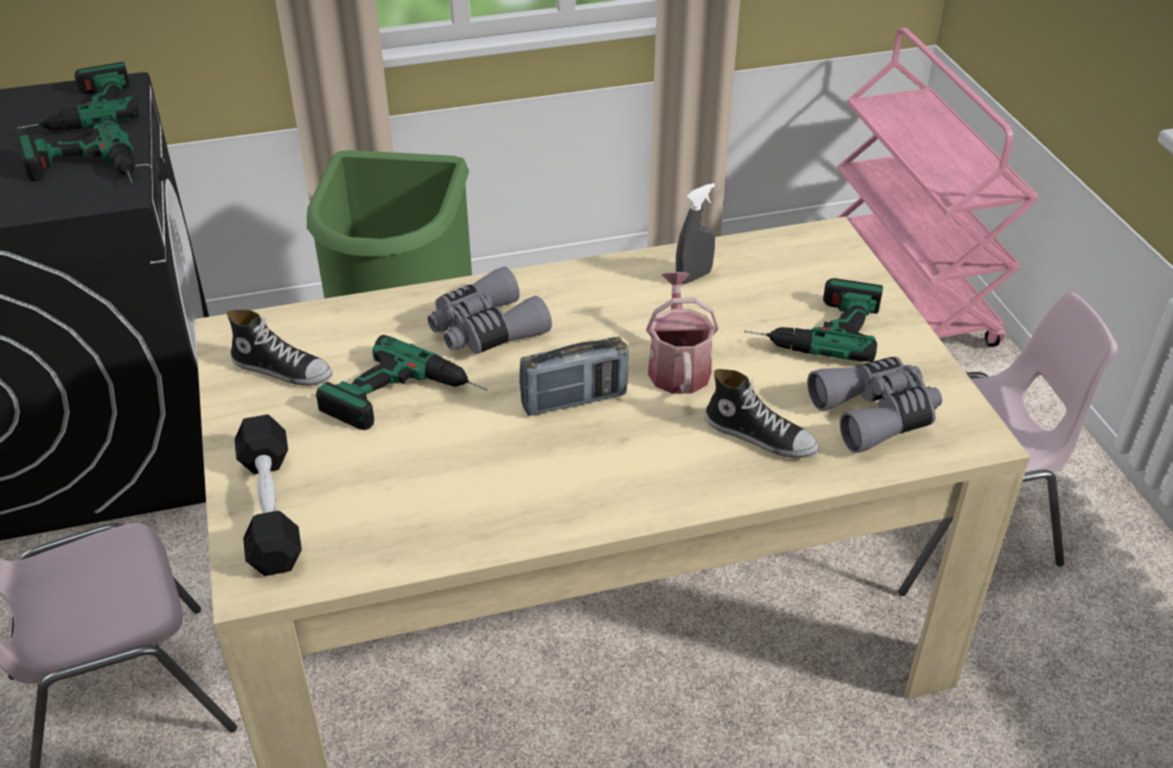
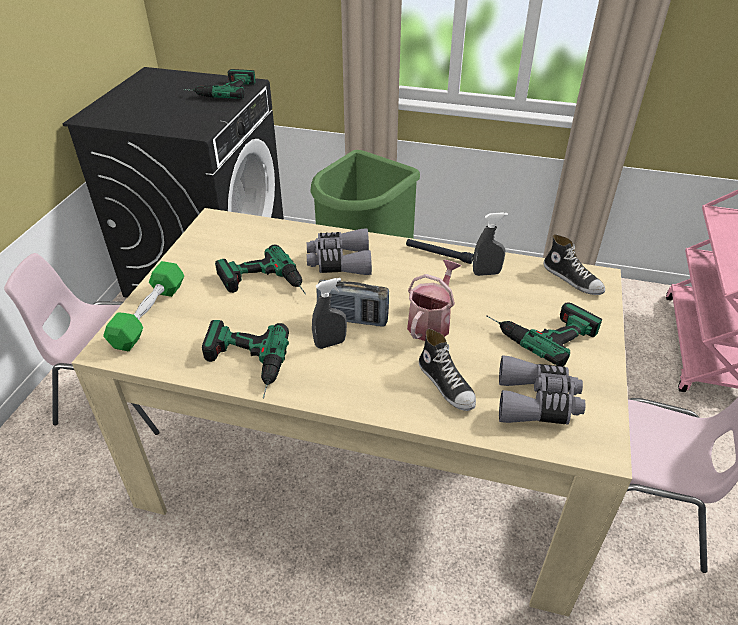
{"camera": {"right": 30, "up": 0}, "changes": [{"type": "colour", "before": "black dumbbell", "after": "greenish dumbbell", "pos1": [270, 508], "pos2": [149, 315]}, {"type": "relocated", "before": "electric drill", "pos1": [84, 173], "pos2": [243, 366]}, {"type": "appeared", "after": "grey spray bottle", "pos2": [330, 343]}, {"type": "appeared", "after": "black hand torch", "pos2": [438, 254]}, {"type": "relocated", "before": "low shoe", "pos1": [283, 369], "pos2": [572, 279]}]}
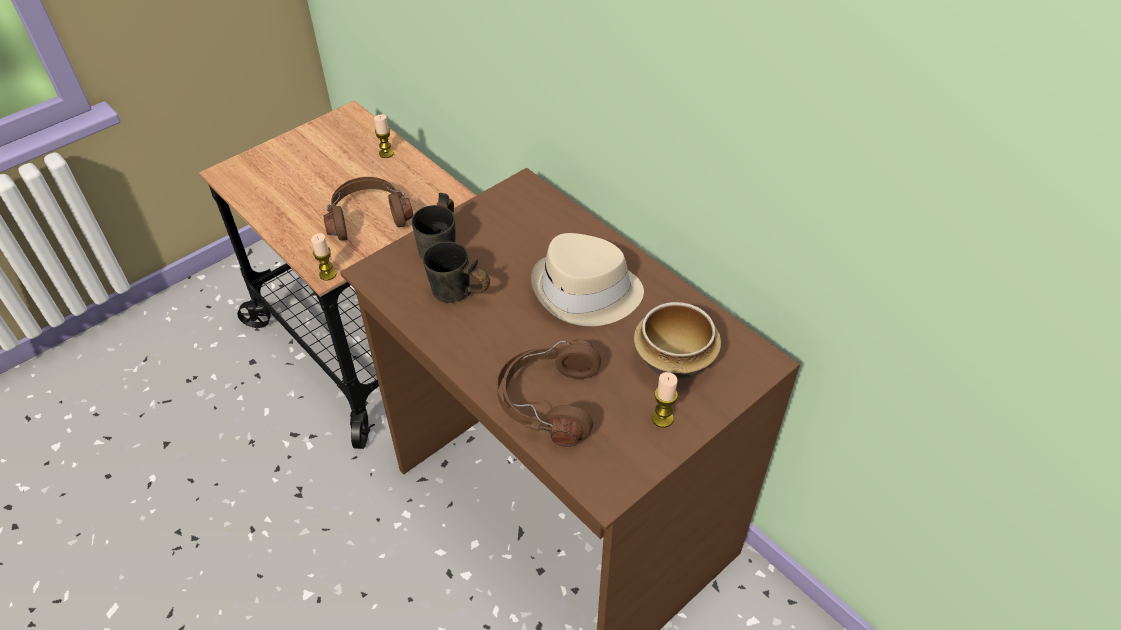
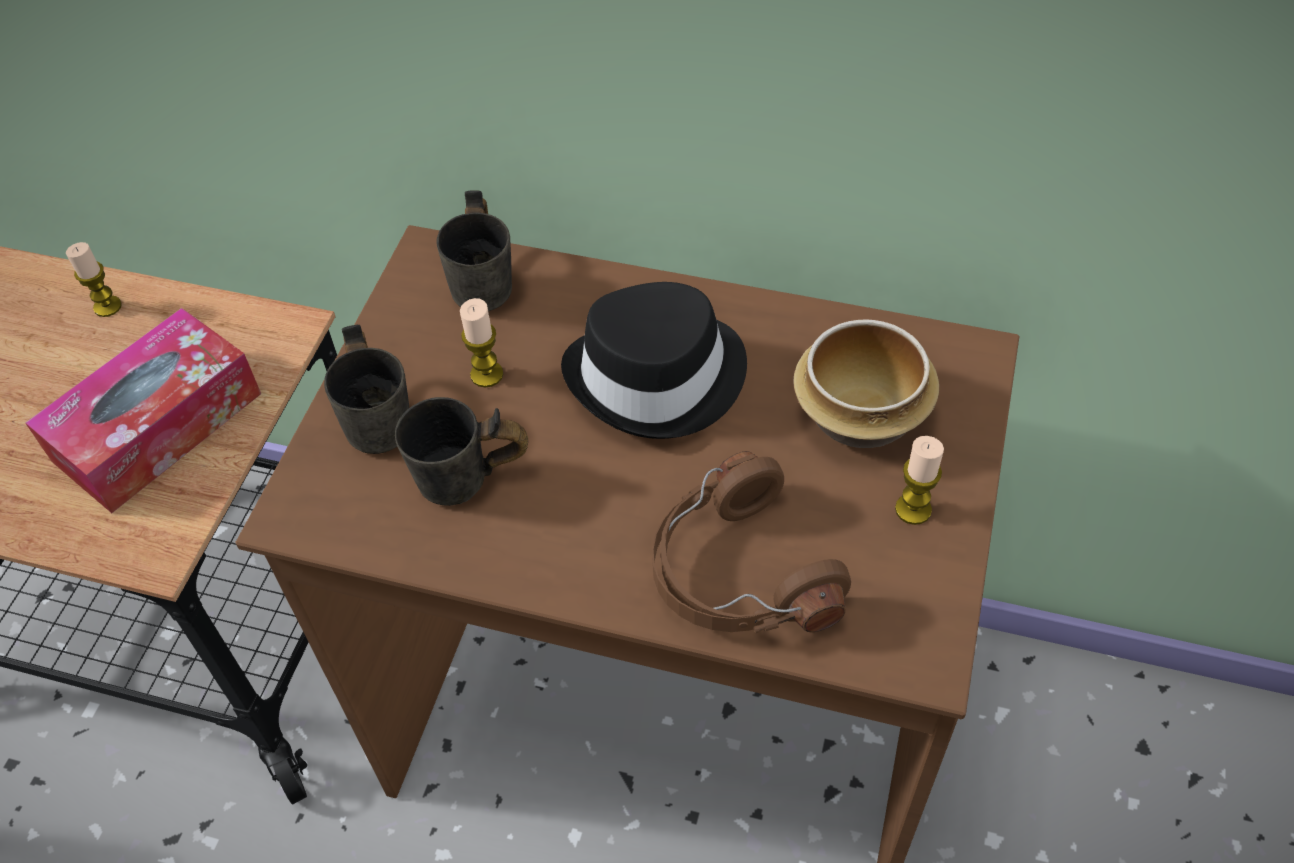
{"camera": {"right": -30, "up": 5}, "changes": [{"type": "exchanged", "before": "brown pair of headphones", "after": "tissue box", "pos1": [368, 217], "pos2": [158, 427]}, {"type": "appeared", "after": "grey coffee mug", "pos2": [490, 282]}, {"type": "relocated", "before": "candle", "pos1": [328, 274], "pos2": [486, 374]}, {"type": "colour", "before": "beige wearable hat", "after": "black wearable hat", "pos1": [586, 293], "pos2": [658, 378]}]}
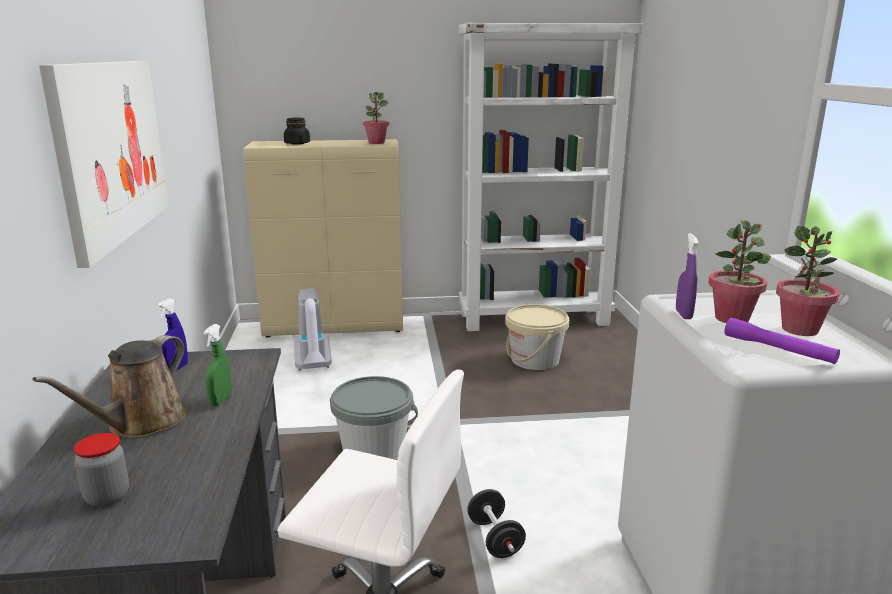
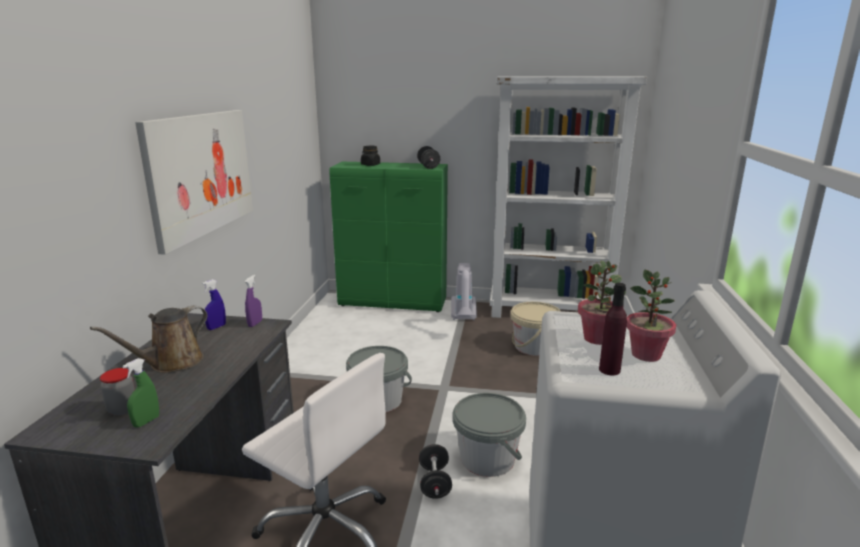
{"camera": {"right": 15, "up": 0}, "changes": [{"type": "relocated", "before": "greenish spray bottle", "pos1": [221, 400], "pos2": [146, 421]}, {"type": "relocated", "before": "purple-coloured spray bottle", "pos1": [683, 314], "pos2": [255, 323]}, {"type": "colour", "before": "beige cupboard", "after": "greenish cupboard", "pos1": [335, 326], "pos2": [394, 303]}, {"type": "exchanged", "before": "plant in a pot", "after": "black dumbbell", "pos1": [376, 142], "pos2": [428, 166]}, {"type": "relocated", "before": "hoover", "pos1": [314, 369], "pos2": [464, 320]}, {"type": "appeared", "after": "grey water bucket", "pos2": [487, 458]}, {"type": "exchanged", "before": "purple-coloured hand torch", "after": "purple-coloured drink bottle", "pos1": [778, 350], "pos2": [609, 370]}]}
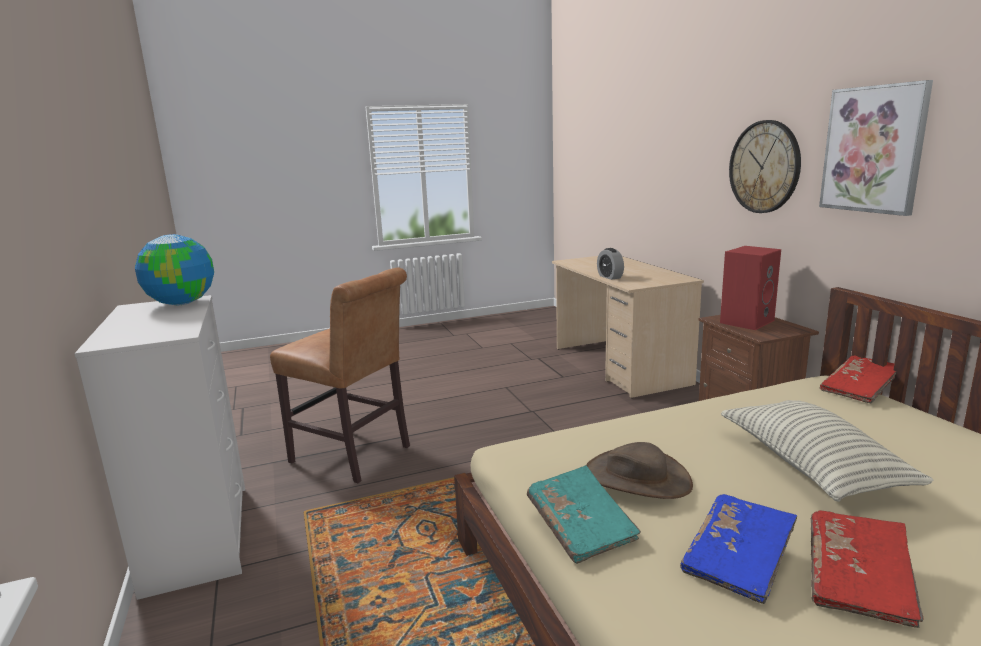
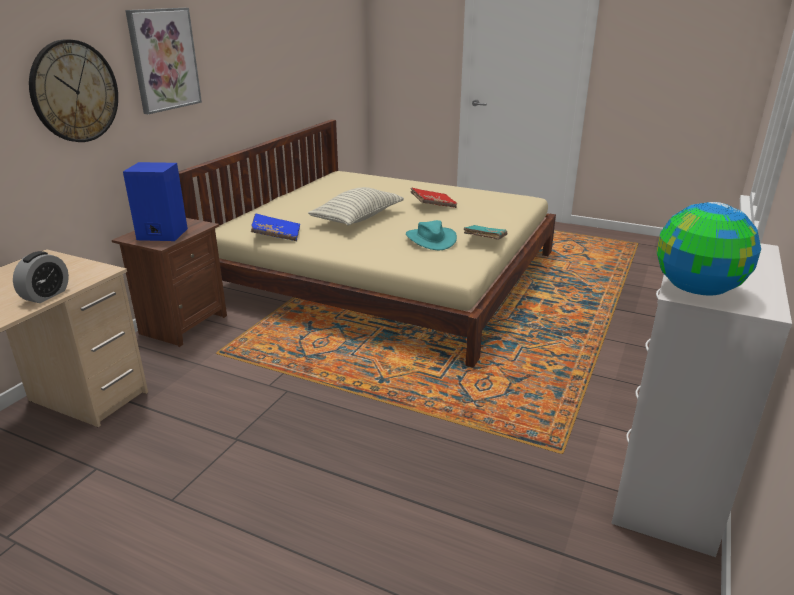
{"camera": {"right": -135, "up": 10}, "changes": [{"type": "colour", "before": "red-coloured speaker", "after": "blue speaker", "pos1": [746, 321], "pos2": [161, 234]}, {"type": "relocated", "before": "blue bound book", "pos1": [738, 561], "pos2": [276, 236]}, {"type": "colour", "before": "brown wearable hat", "after": "blue-green wearable hat", "pos1": [636, 478], "pos2": [430, 239]}, {"type": "missing", "before": "brown chair", "pos1": [355, 456]}, {"type": "missing", "before": "red-coloured bound book", "pos1": [859, 390]}]}
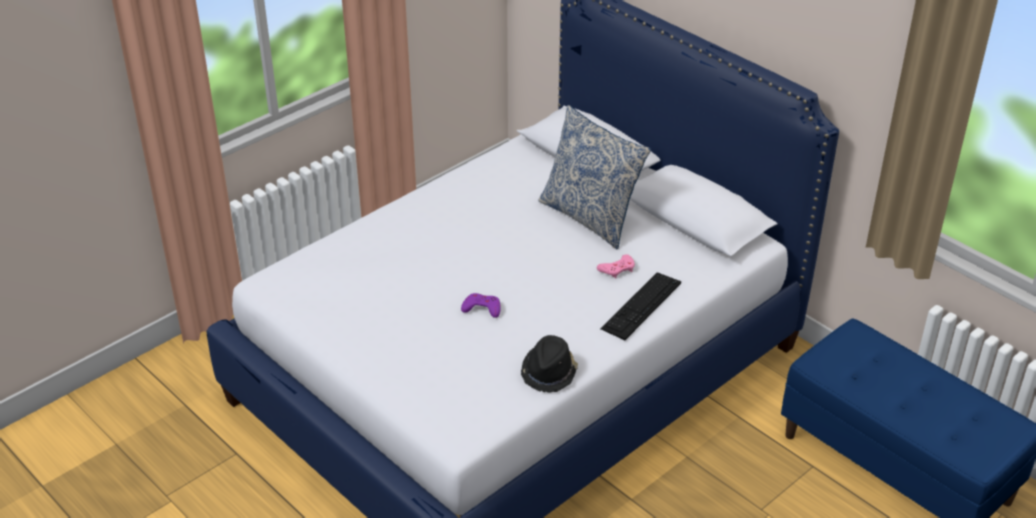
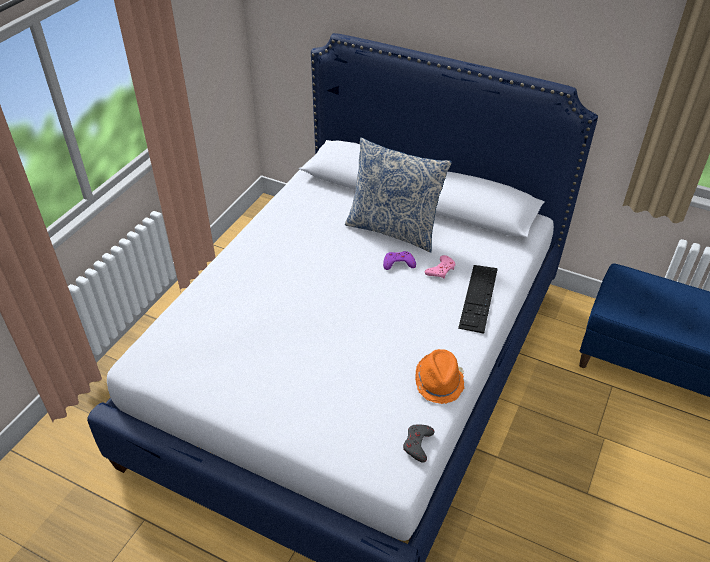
{"camera": {"right": -20, "up": 5}, "changes": [{"type": "relocated", "before": "purple-coloured game controller", "pos1": [482, 308], "pos2": [398, 263]}, {"type": "appeared", "after": "grey game controller", "pos2": [417, 444]}, {"type": "colour", "before": "black wearable hat", "after": "orange wearable hat", "pos1": [549, 372], "pos2": [439, 382]}]}
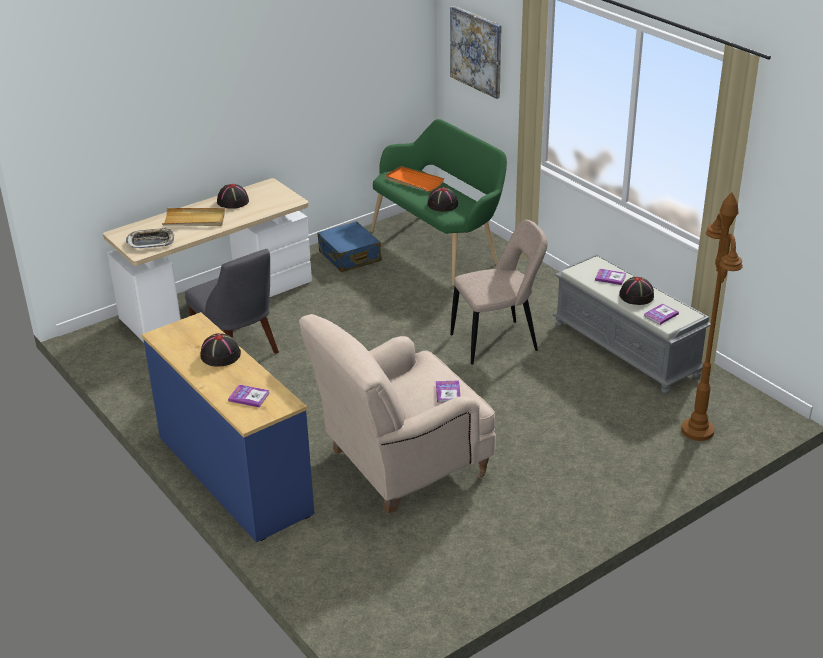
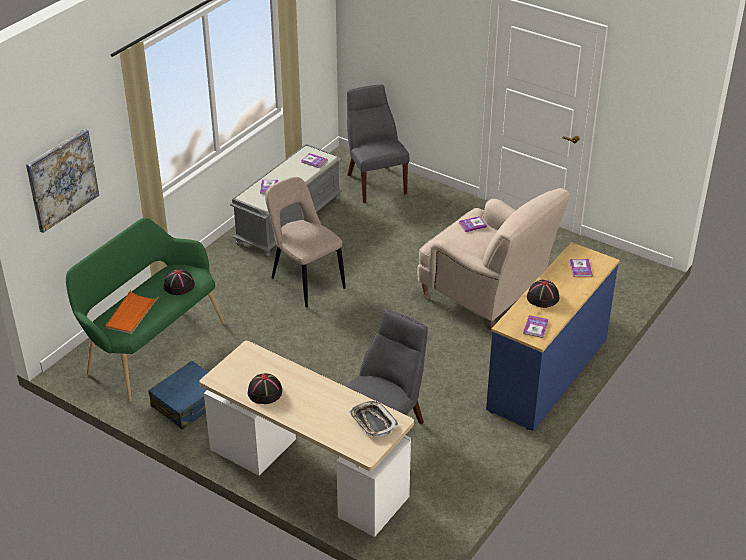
{"camera": {"right": -110, "up": 5}, "changes": [{"type": "exchanged", "before": "brown standing lamp", "after": "grey chair", "pos1": [697, 431], "pos2": [375, 182]}, {"type": "appeared", "after": "bound book", "pos2": [535, 327]}, {"type": "missing", "before": "beige tray", "pos1": [194, 220]}, {"type": "missing", "before": "black wearable hat", "pos1": [636, 296]}]}
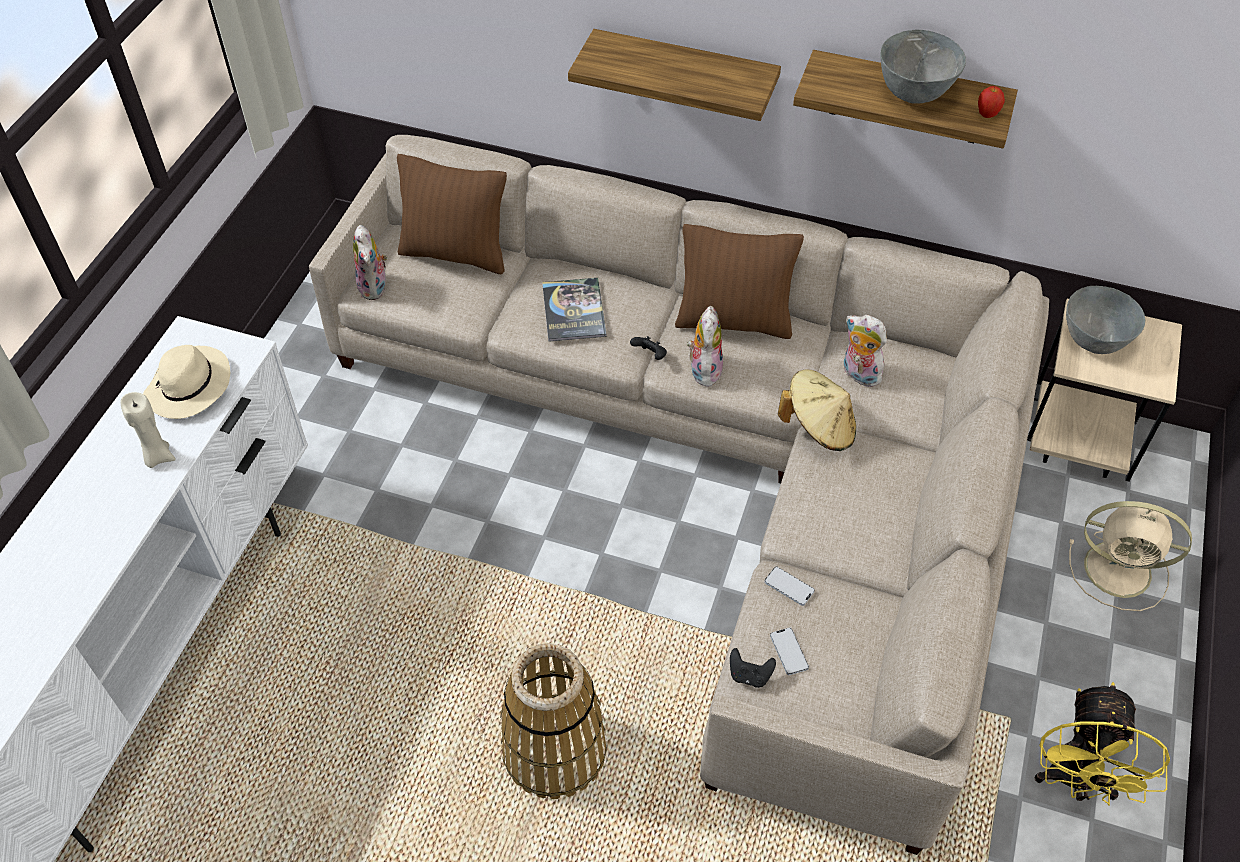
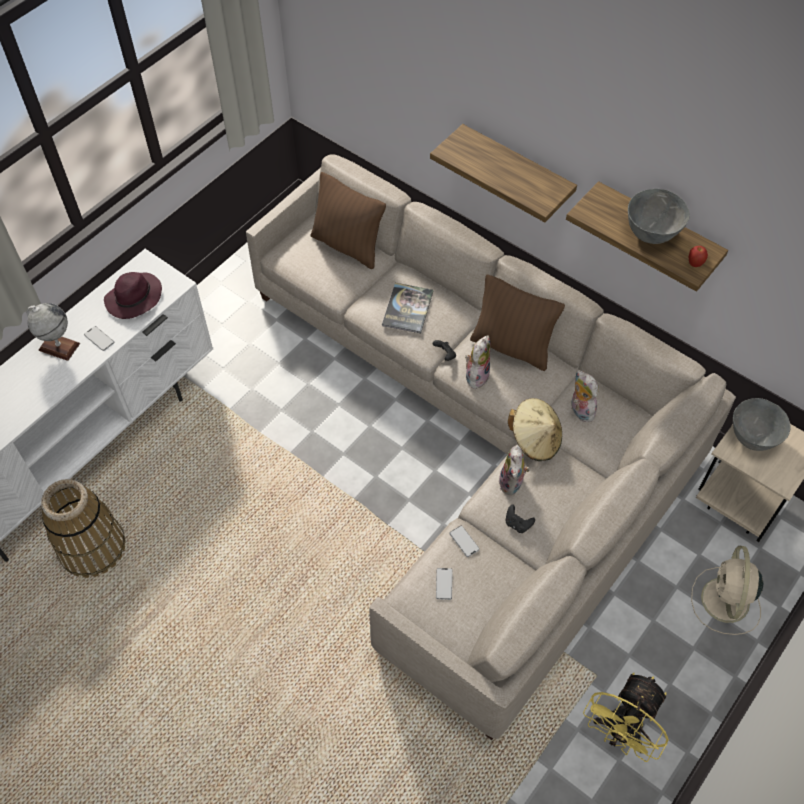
{"camera": {"right": 20, "up": 5}, "changes": [{"type": "appeared", "after": "desk globe", "pos2": [59, 347]}, {"type": "relocated", "before": "household basket", "pos1": [554, 749], "pos2": [92, 547]}, {"type": "exchanged", "before": "beige candle", "after": "phone", "pos1": [158, 456], "pos2": [99, 339]}, {"type": "colour", "before": "beige wearable hat", "after": "purple-coloured wearable hat", "pos1": [189, 388], "pos2": [134, 299]}, {"type": "relocated", "before": "plush toy", "pos1": [375, 287], "pos2": [512, 483]}, {"type": "relocated", "before": "black game controller", "pos1": [749, 675], "pos2": [517, 524]}, {"type": "spun", "before": "beige fan", "pos1": [1120, 570], "pos2": [725, 602], "turn": 60}]}
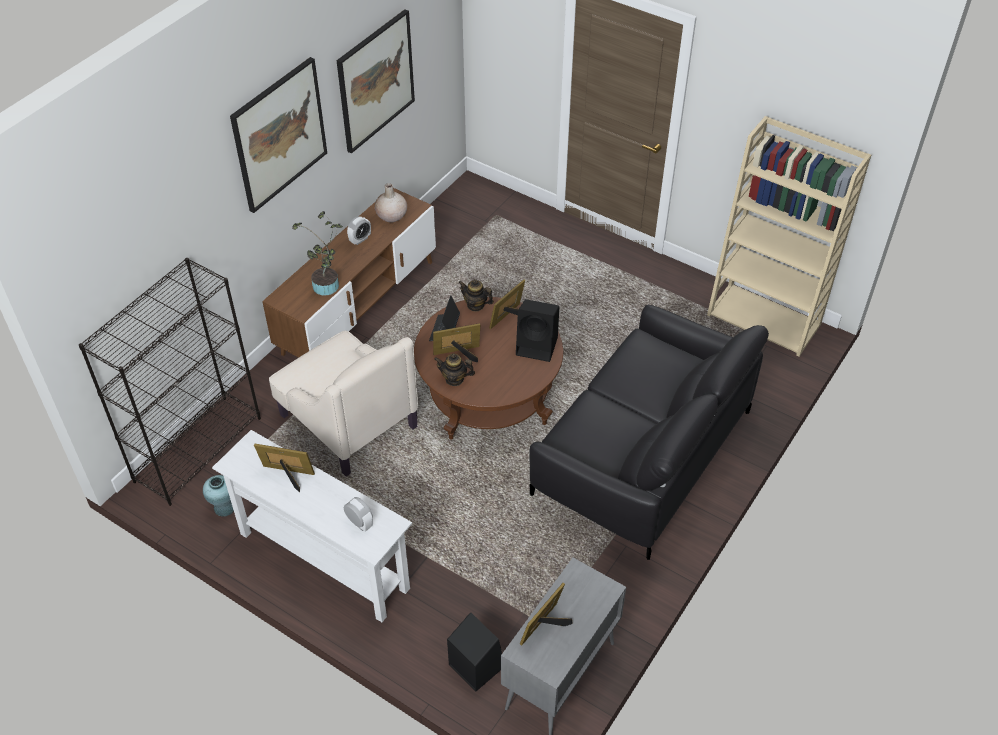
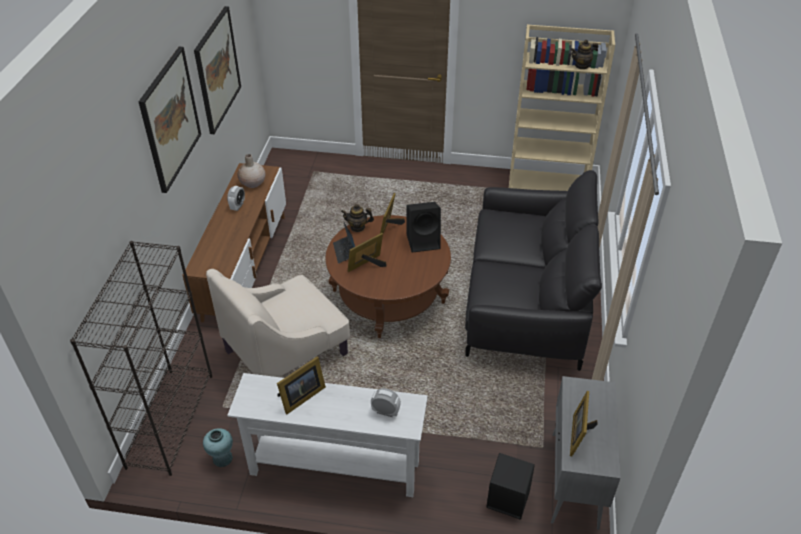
{"camera": {"right": -25, "up": -5}, "changes": [{"type": "spun", "before": "beige lounge chair", "pos1": [347, 420], "pos2": [287, 352], "turn": 120}, {"type": "spun", "before": "standing frame", "pos1": [288, 475], "pos2": [300, 397], "turn": 150}, {"type": "relocated", "before": "tea pot", "pos1": [454, 379], "pos2": [582, 65]}, {"type": "missing", "before": "plant in a pot", "pos1": [326, 288]}]}
